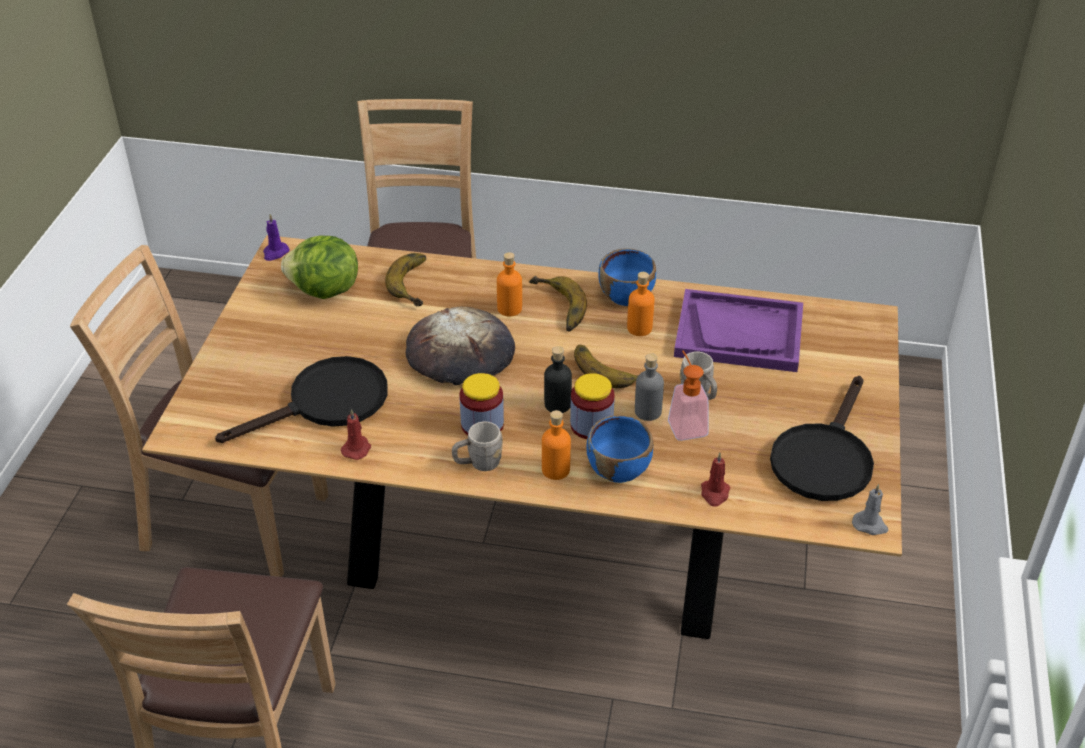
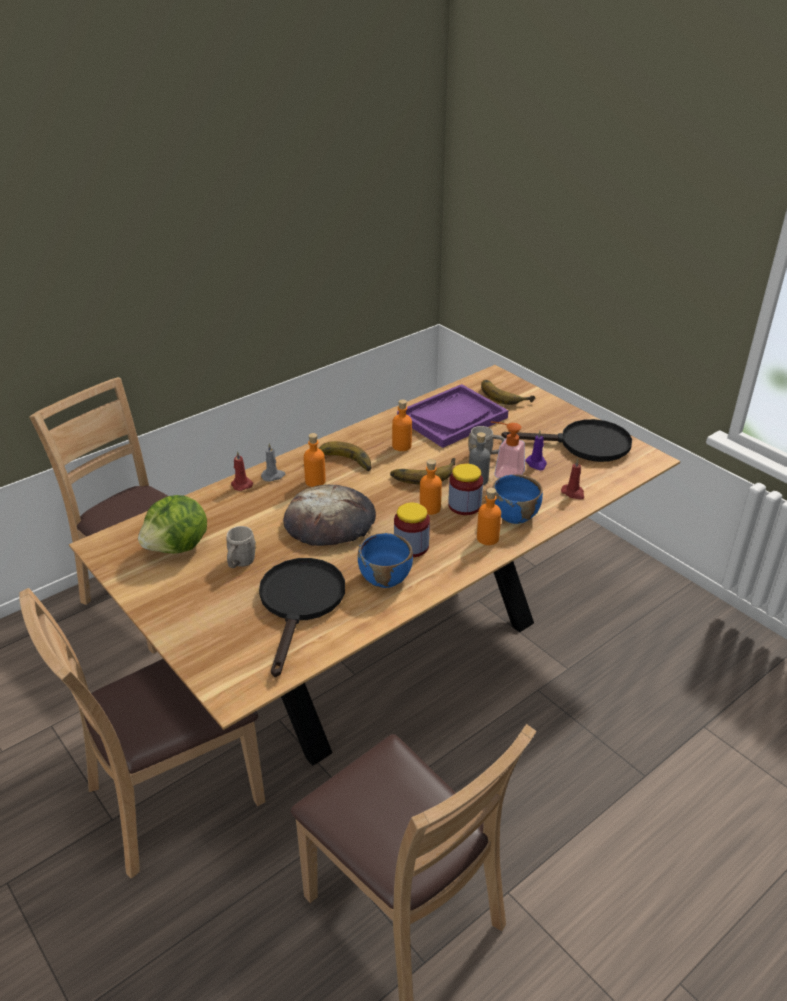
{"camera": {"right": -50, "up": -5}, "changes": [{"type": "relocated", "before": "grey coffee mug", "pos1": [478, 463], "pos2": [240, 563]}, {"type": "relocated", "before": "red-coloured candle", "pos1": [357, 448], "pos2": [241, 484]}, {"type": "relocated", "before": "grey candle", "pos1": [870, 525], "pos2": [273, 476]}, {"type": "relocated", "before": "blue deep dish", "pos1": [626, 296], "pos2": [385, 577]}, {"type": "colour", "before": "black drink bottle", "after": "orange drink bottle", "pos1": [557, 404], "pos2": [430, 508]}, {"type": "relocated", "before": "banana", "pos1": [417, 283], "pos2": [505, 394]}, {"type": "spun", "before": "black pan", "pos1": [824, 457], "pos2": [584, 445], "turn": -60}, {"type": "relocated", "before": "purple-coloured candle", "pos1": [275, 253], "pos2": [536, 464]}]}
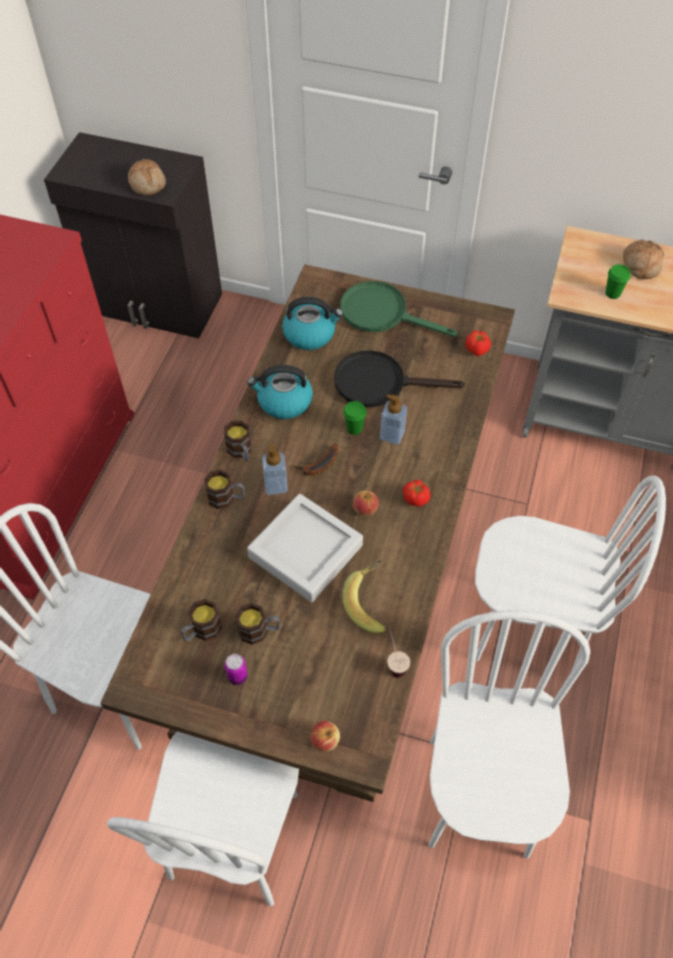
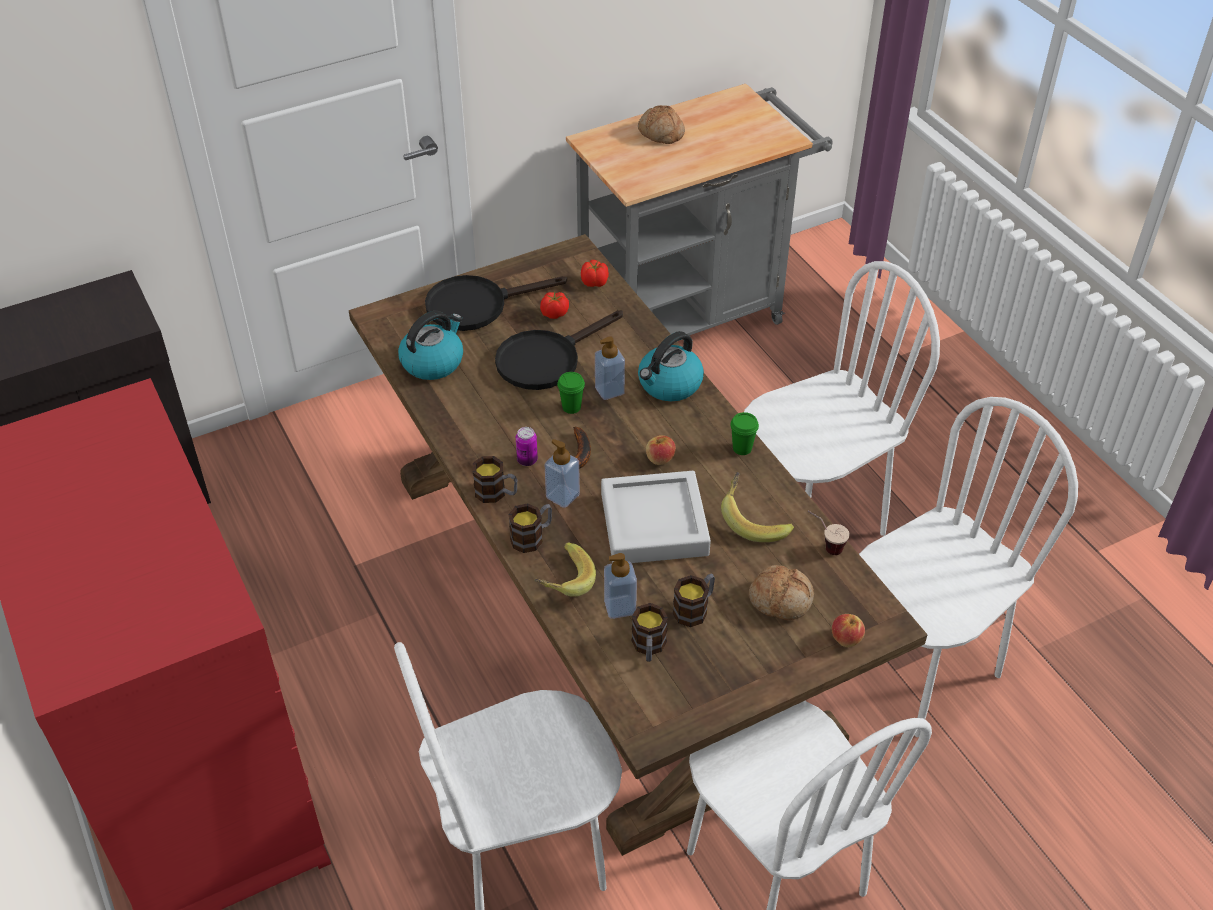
{"camera": {"right": -45, "up": -10}, "changes": [{"type": "colour", "before": "greenish pan", "after": "black pan", "pos1": [382, 313], "pos2": [477, 305]}, {"type": "relocated", "before": "sealed can", "pos1": [237, 676], "pos2": [527, 460]}, {"type": "appeared", "after": "banana", "pos2": [562, 581]}, {"type": "relocated", "before": "tomato", "pos1": [415, 499], "pos2": [554, 314]}, {"type": "appeared", "after": "soap dispenser", "pos2": [620, 607]}, {"type": "relocated", "before": "water kettle", "pos1": [284, 402], "pos2": [669, 385]}, {"type": "relocated", "before": "greenish small cup", "pos1": [612, 293], "pos2": [742, 448]}, {"type": "relocated", "before": "baked bread", "pos1": [148, 184], "pos2": [781, 599]}, {"type": "spun", "before": "white-coloured chair", "pos1": [480, 797], "pos2": [917, 669], "turn": 90}]}
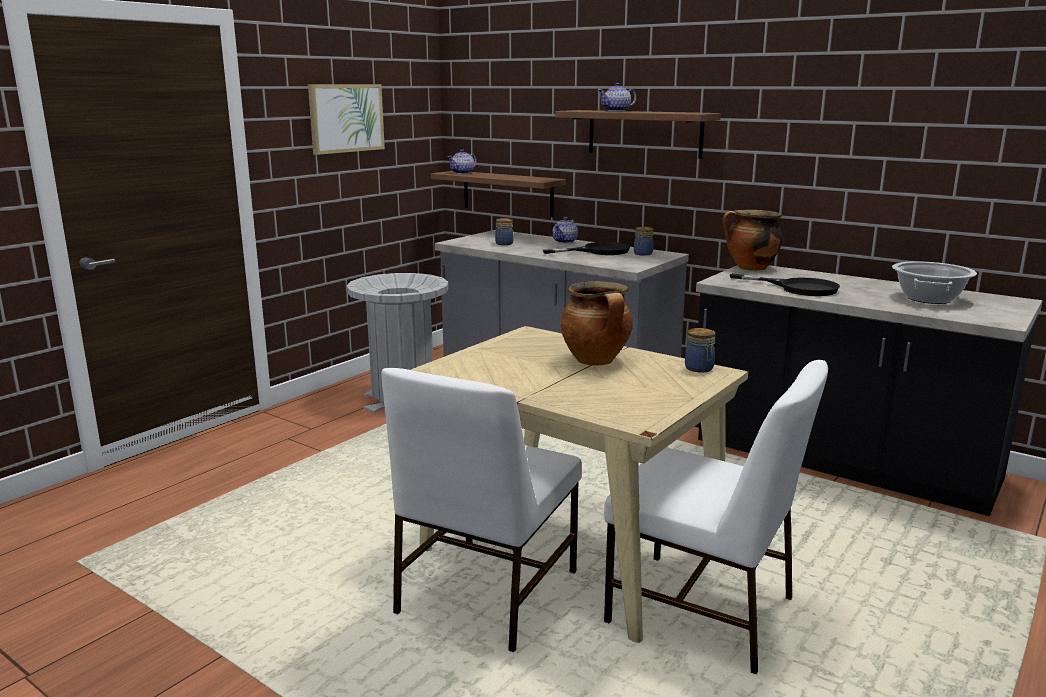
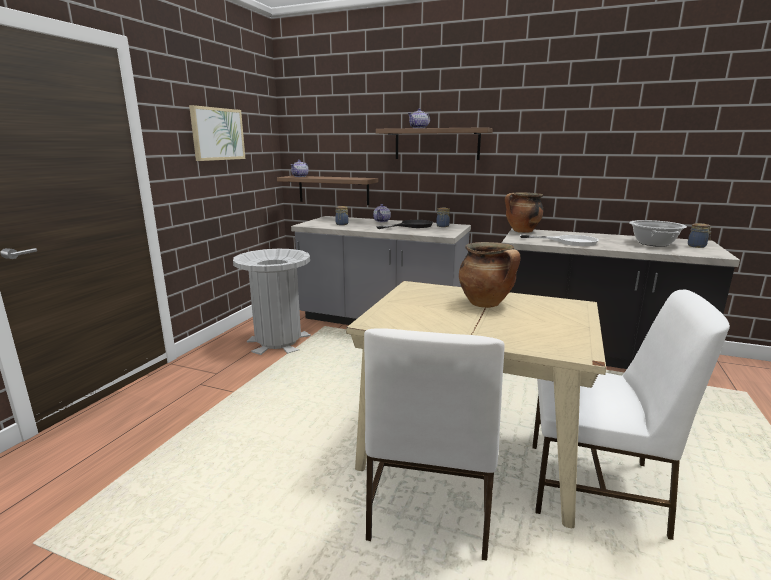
{"camera": {"right": -15, "up": 0}, "changes": [{"type": "colour", "before": "black pan", "after": "white-coloured pan", "pos1": [798, 288], "pos2": [569, 242]}, {"type": "relocated", "before": "preserve jar", "pos1": [699, 369], "pos2": [697, 246]}]}
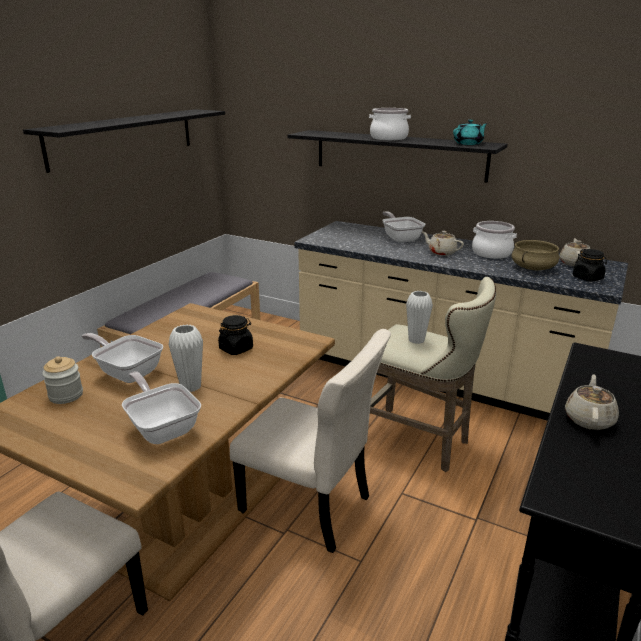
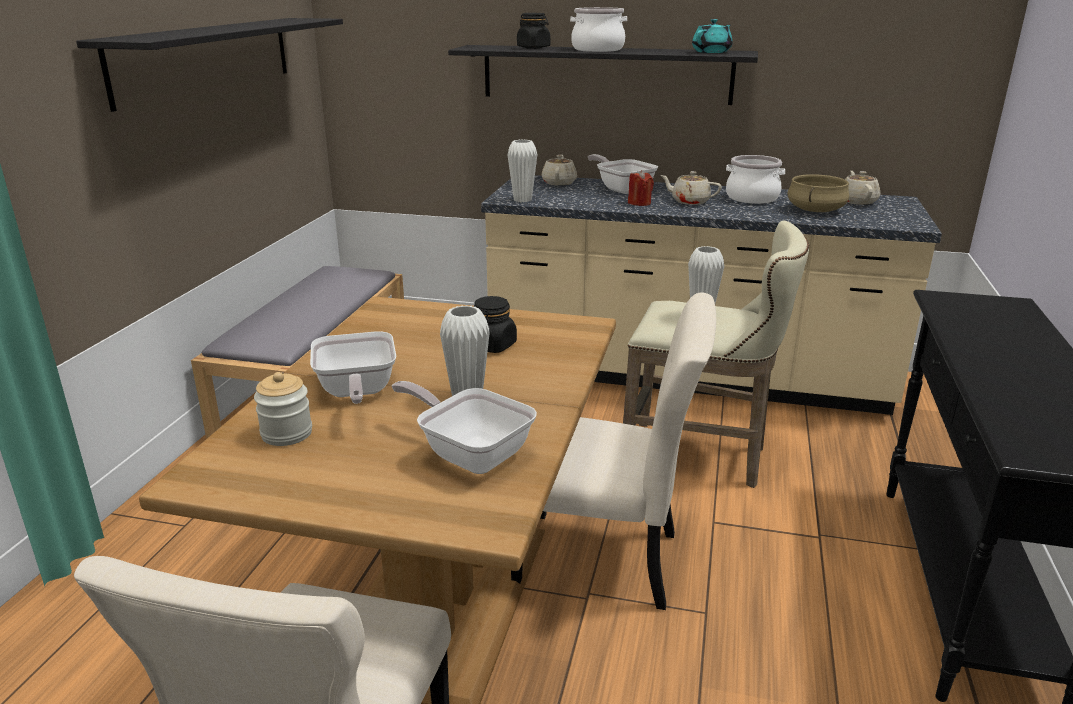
{"camera": {"right": -15, "up": 0}, "changes": [{"type": "spun", "before": "pan", "pos1": [127, 372], "pos2": [356, 392], "turn": -120}, {"type": "appeared", "after": "white-coloured vase", "pos2": [522, 200]}, {"type": "relocated", "before": "black preserve jar", "pos1": [587, 278], "pos2": [533, 47]}, {"type": "relocated", "before": "beige tea pot", "pos1": [589, 419], "pos2": [559, 183]}, {"type": "appeared", "after": "red-coloured candle", "pos2": [639, 203]}]}
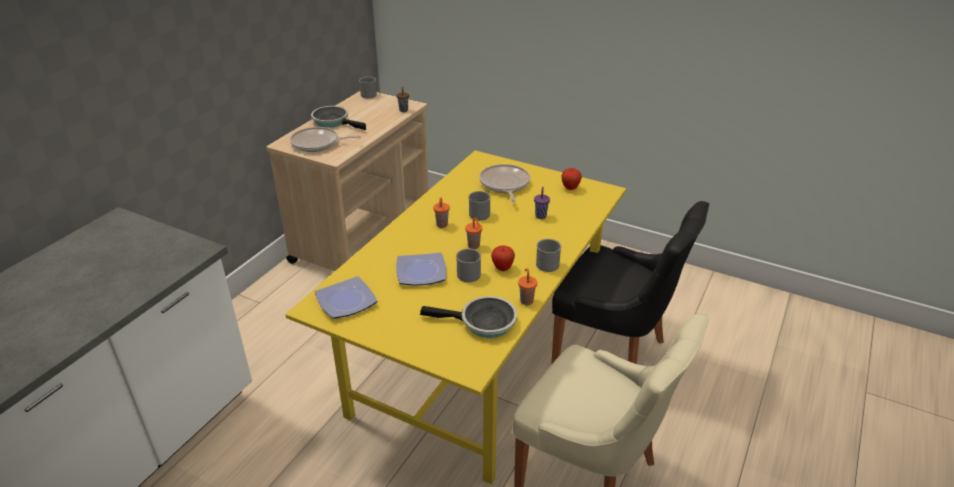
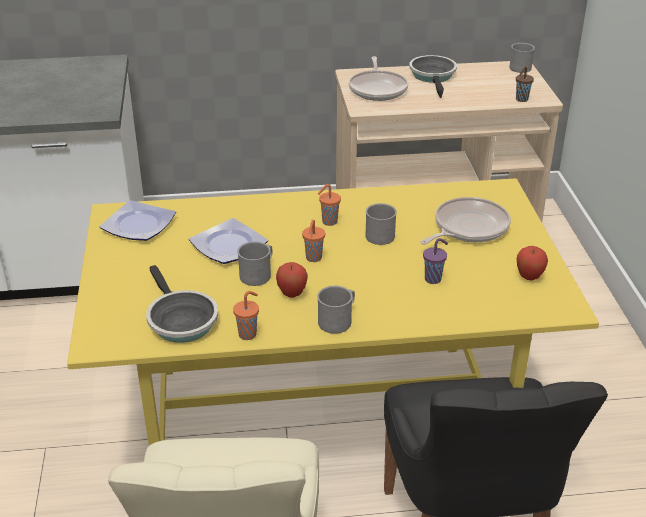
{"camera": {"right": 55, "up": 0}, "changes": [{"type": "spun", "before": "pan", "pos1": [318, 143], "pos2": [378, 89], "turn": -150}]}
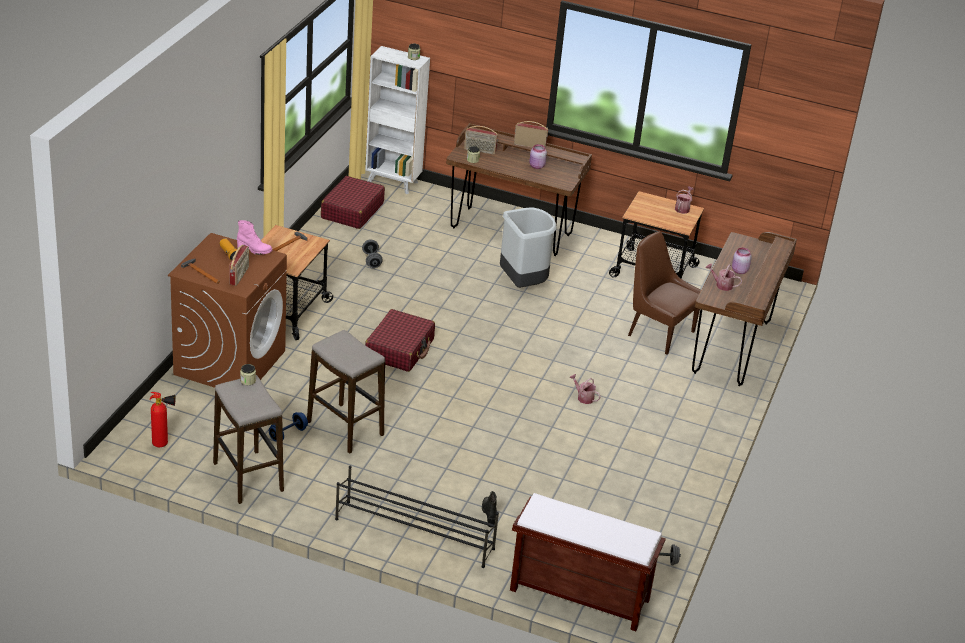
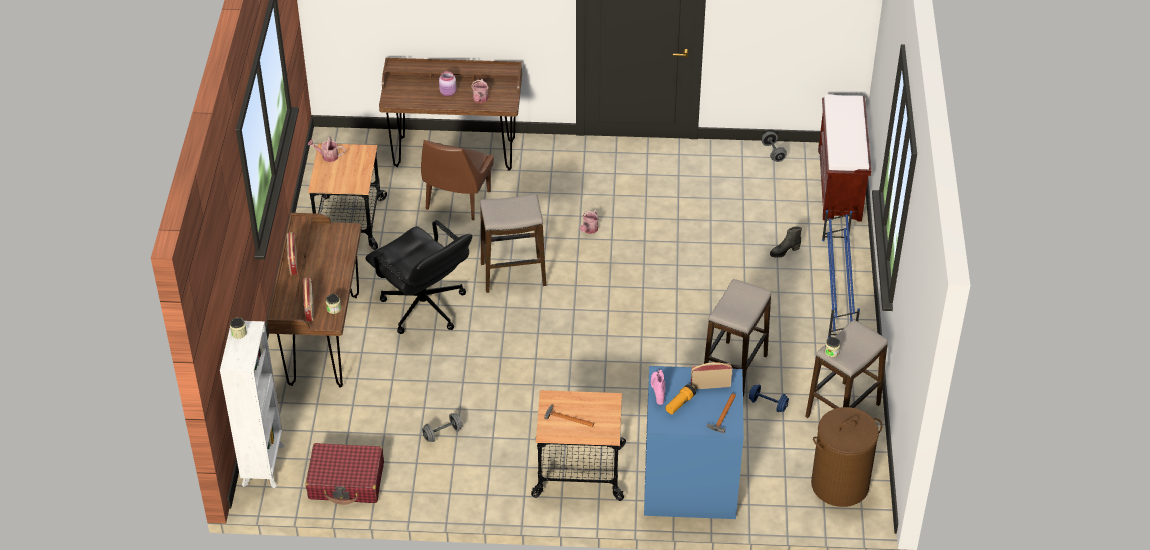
{"camera": {"right": -105, "up": 10}, "changes": [{"type": "exchanged", "before": "grey rubbish bin", "after": "black desk chair", "pos1": [523, 284], "pos2": [424, 308]}, {"type": "appeared", "after": "stool seat", "pos2": [513, 274]}, {"type": "colour", "before": "brown laundry appliance", "after": "blue laundry appliance", "pos1": [230, 362], "pos2": [689, 483]}, {"type": "exchanged", "before": "fire extinguisher", "after": "brown washing basket", "pos1": [163, 444], "pos2": [840, 484]}, {"type": "colour", "before": "black shoe stand", "after": "blue shoe stand", "pos1": [414, 533], "pos2": [838, 288]}, {"type": "missing", "before": "red-coloured suitcase", "pos1": [400, 349]}, {"type": "missing", "before": "pinkish preserve jar", "pos1": [536, 166]}]}
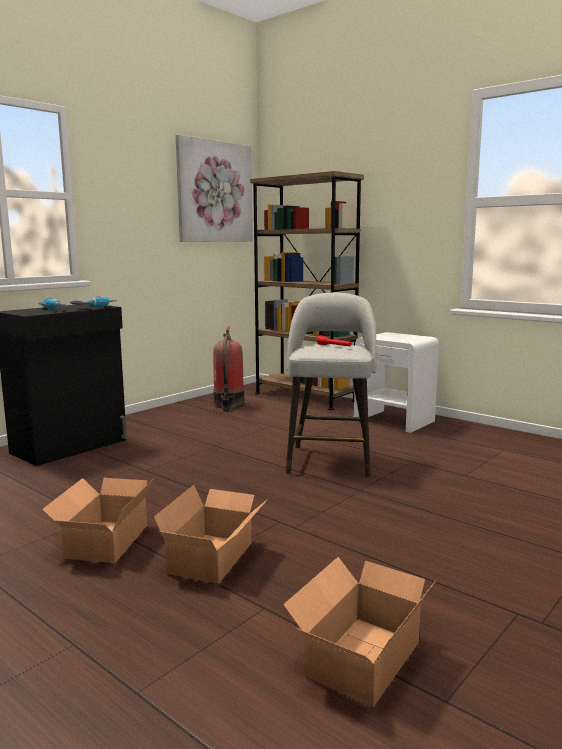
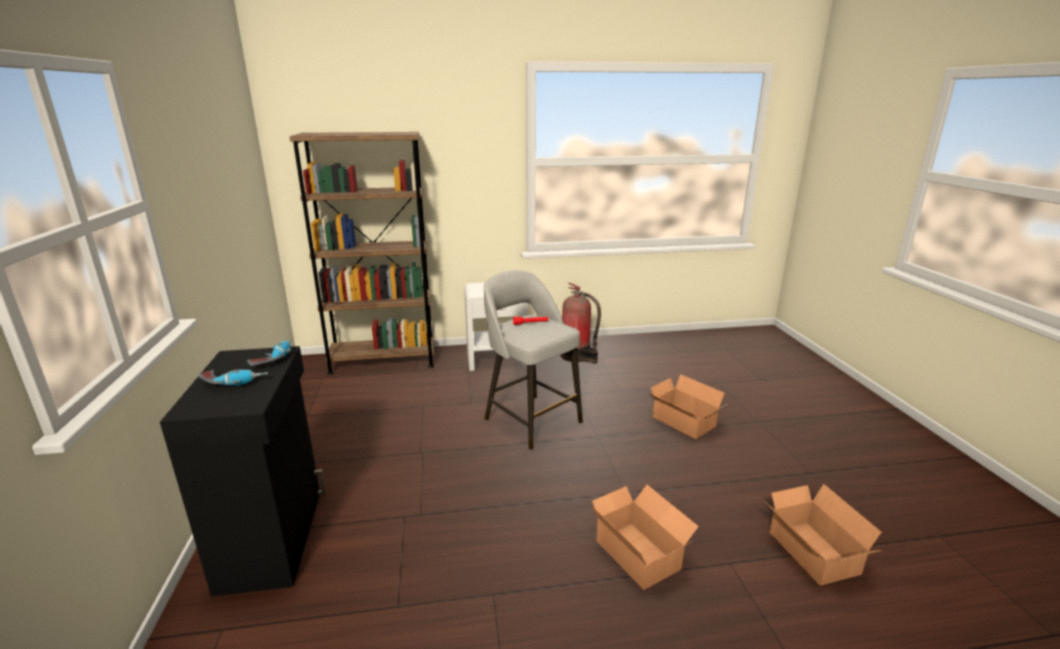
{"camera": {"right": -50, "up": 10}, "changes": [{"type": "relocated", "before": "fire extinguisher", "pos1": [228, 405], "pos2": [577, 356]}, {"type": "relocated", "before": "carton", "pos1": [103, 542], "pos2": [683, 423]}, {"type": "missing", "before": "wall picture", "pos1": [215, 192]}]}
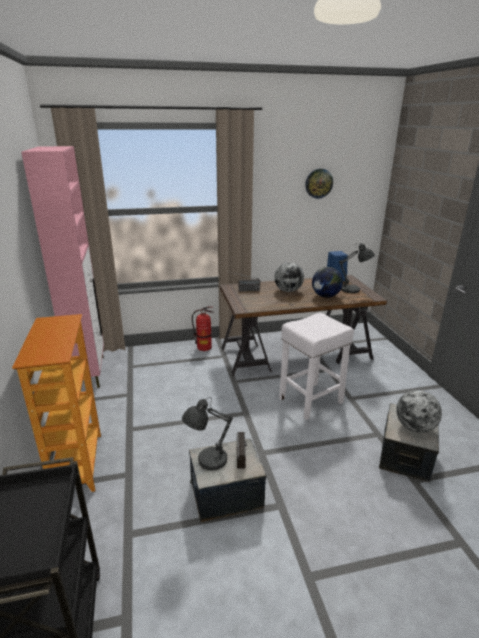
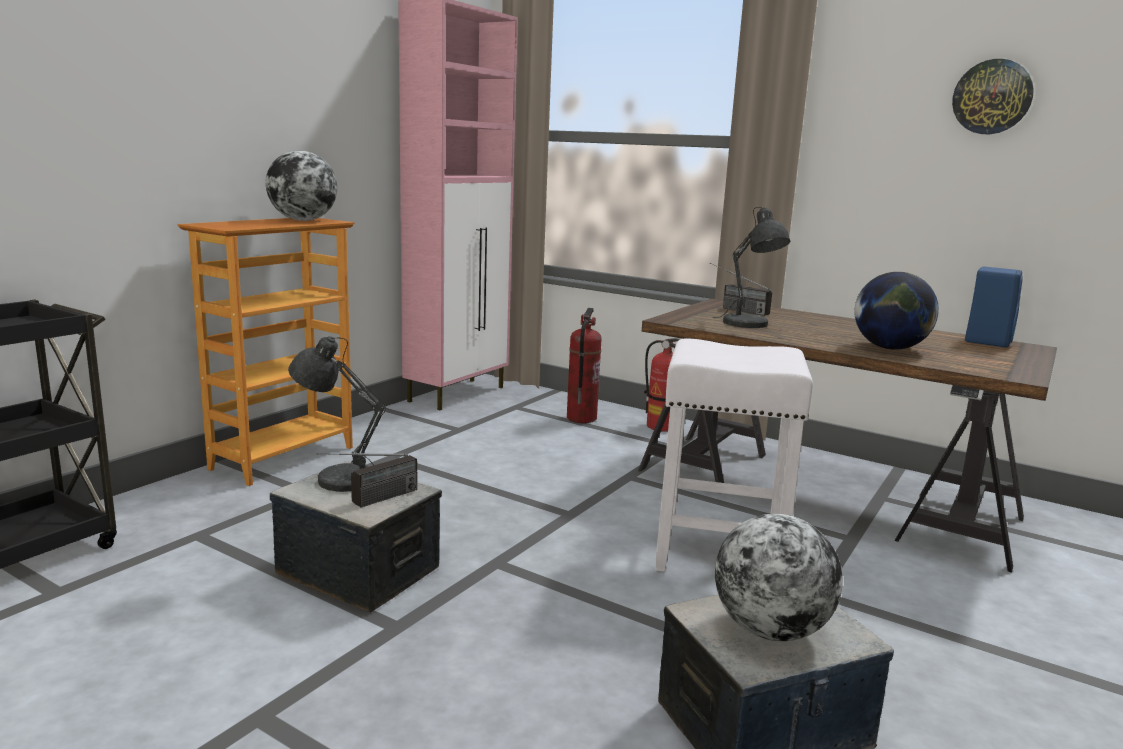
{"camera": {"right": 45, "up": -10}, "changes": [{"type": "relocated", "before": "desk globe", "pos1": [288, 291], "pos2": [303, 220]}, {"type": "appeared", "after": "fire extinguisher", "pos2": [581, 418]}, {"type": "relocated", "before": "grey table lamp", "pos1": [353, 290], "pos2": [748, 325]}]}
